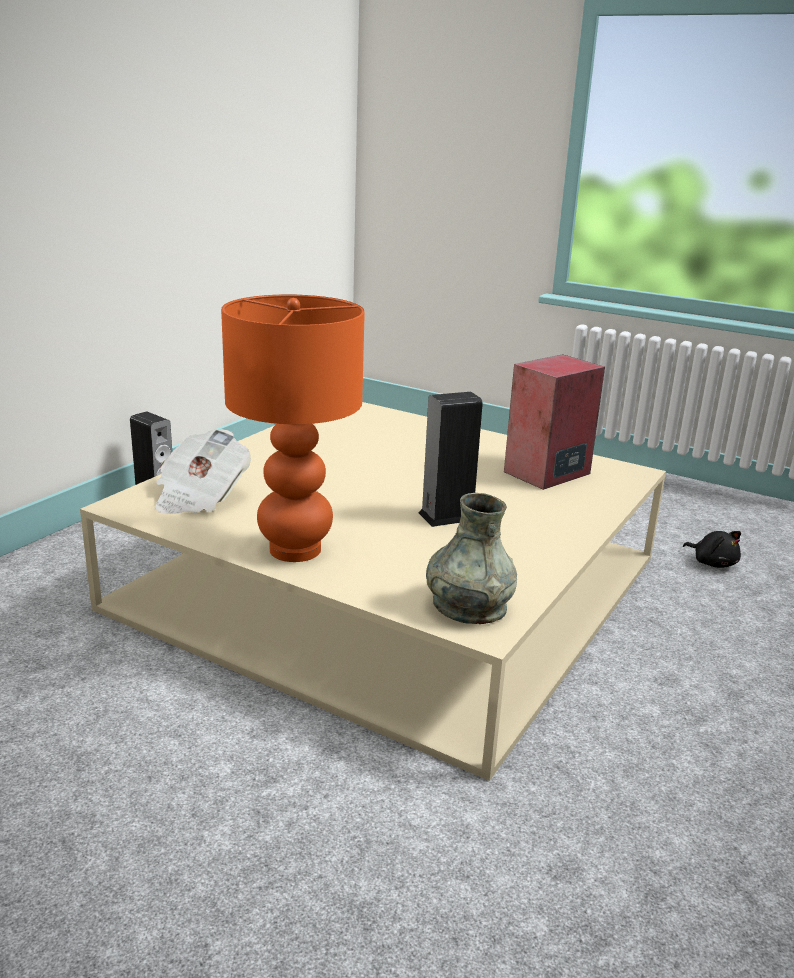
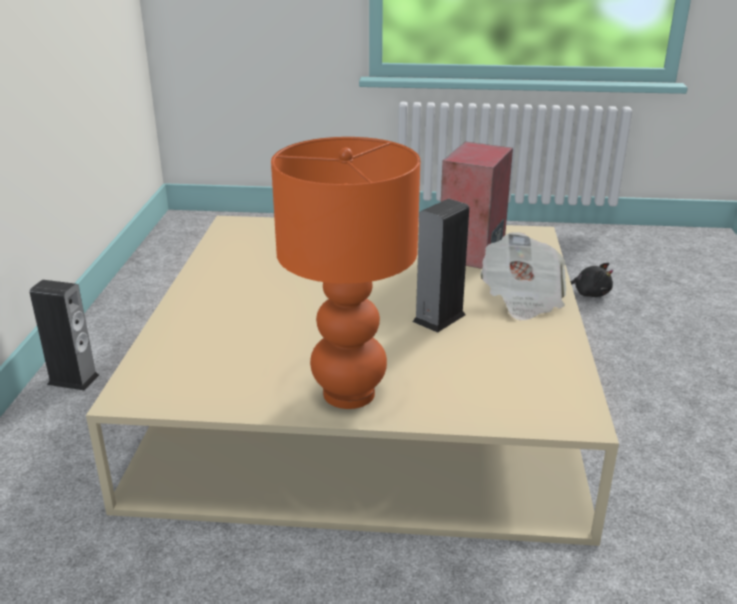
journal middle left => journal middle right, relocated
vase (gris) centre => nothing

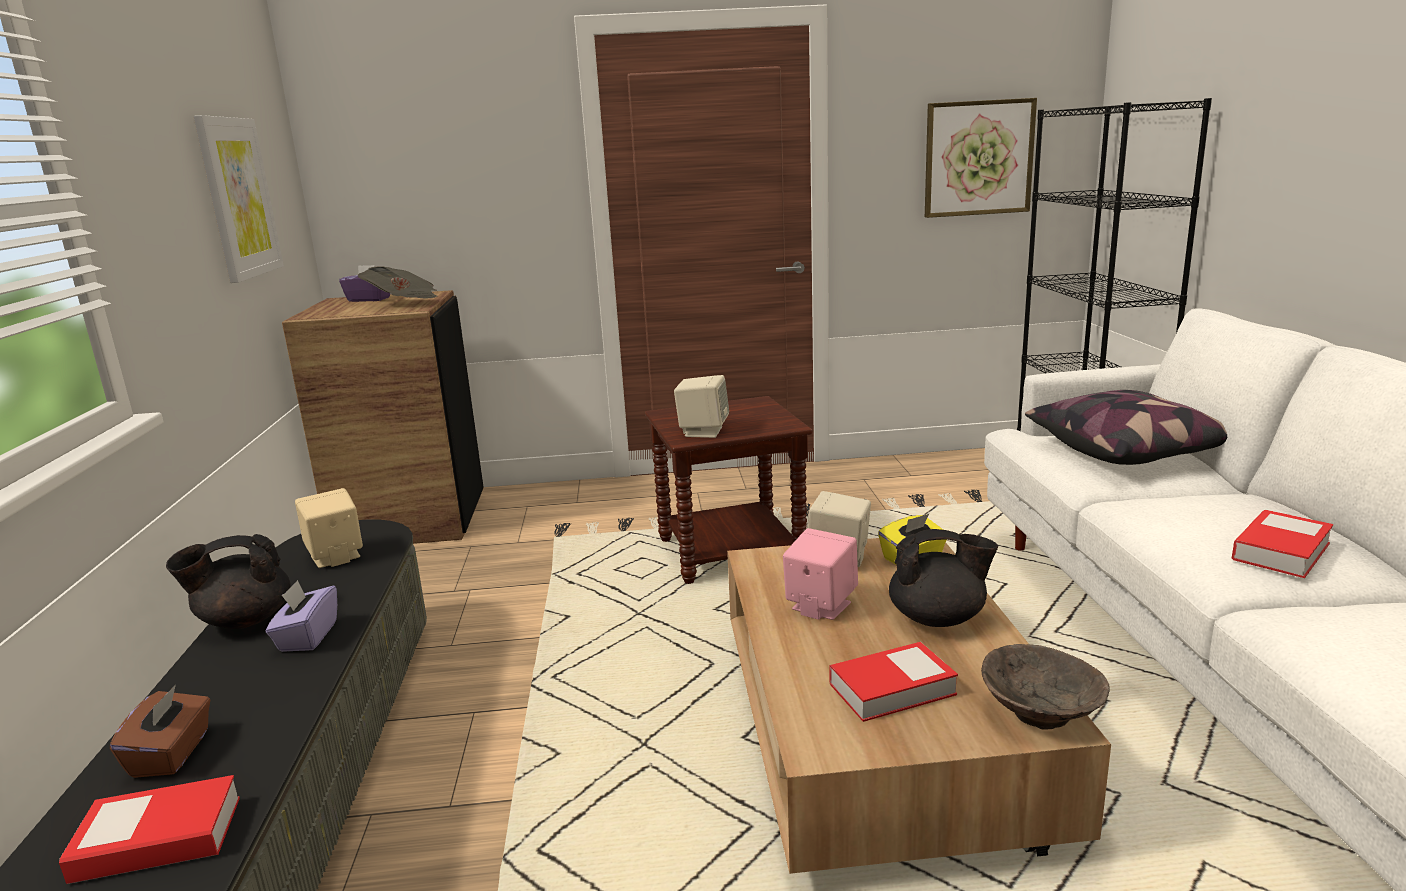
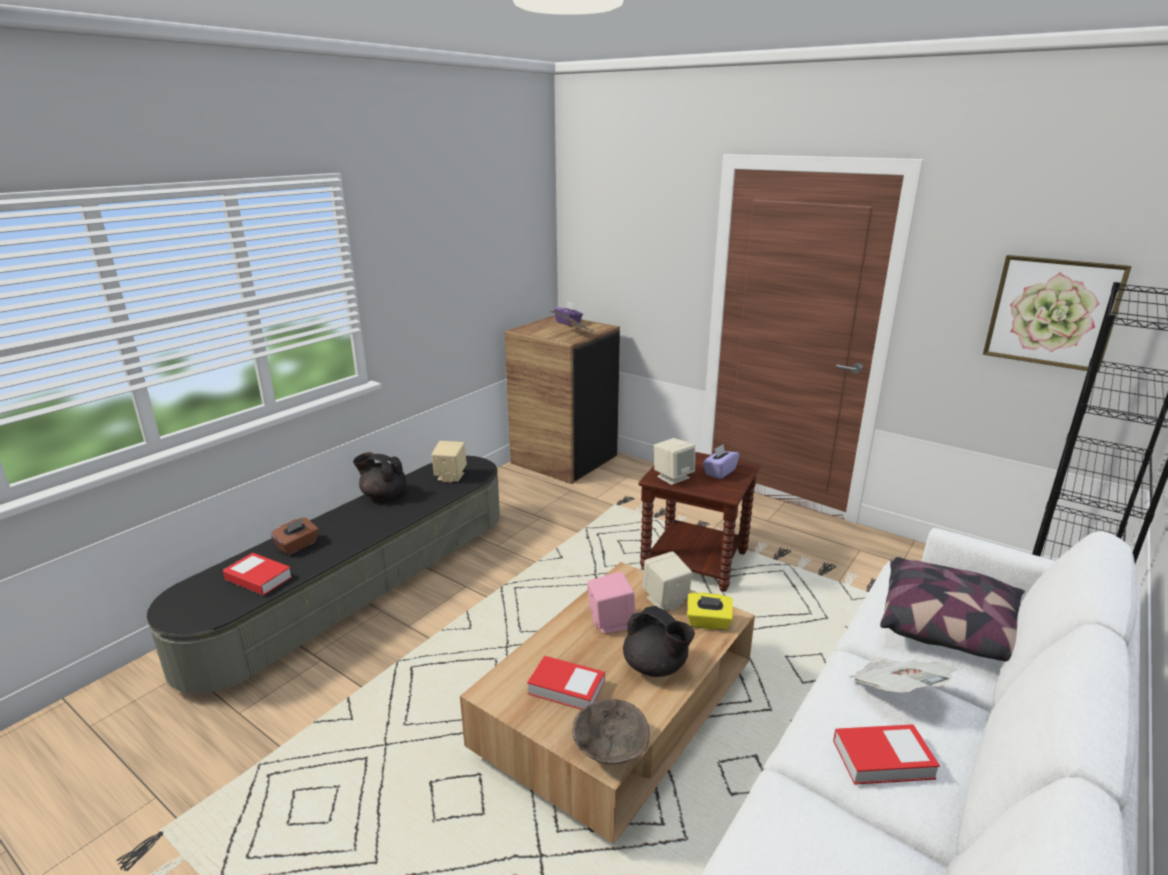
boîte à mouchoirs (violet) (no. 1 from left in the first image) bottom left => boîte à mouchoirs (violet) (no. 2 from left) centre, relocated
nothing => journal (no. 2 from left) bottom right
tableau (no. 1 from left) top left => nothing

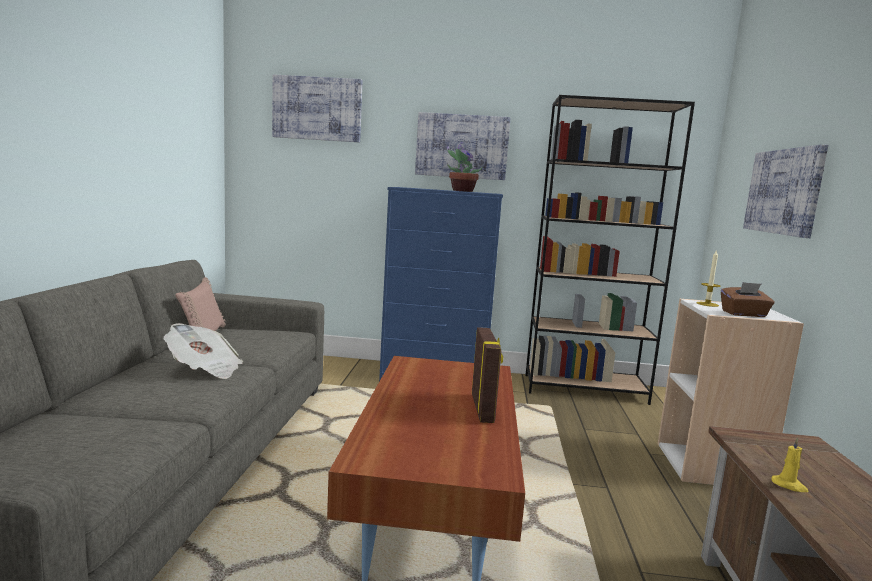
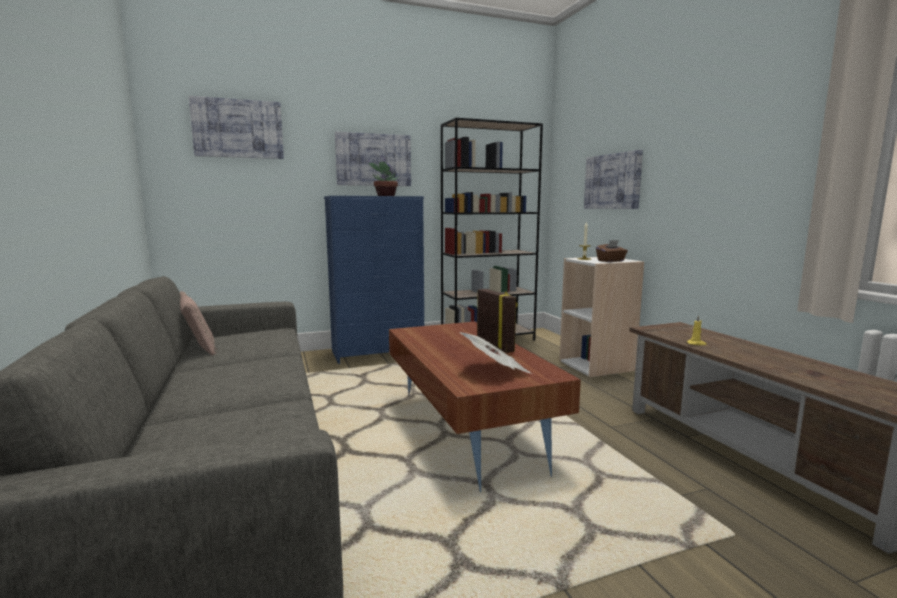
journal middle left => journal centre, relocated

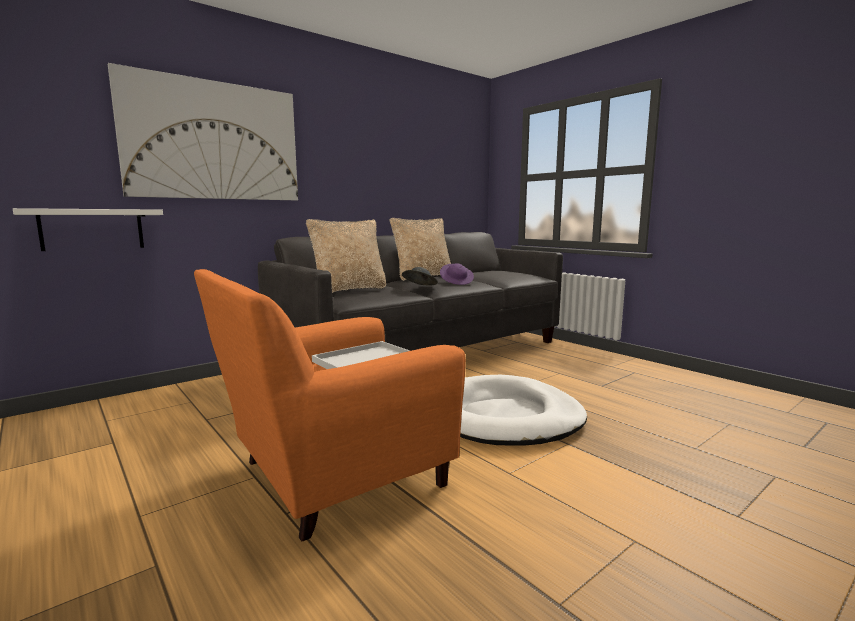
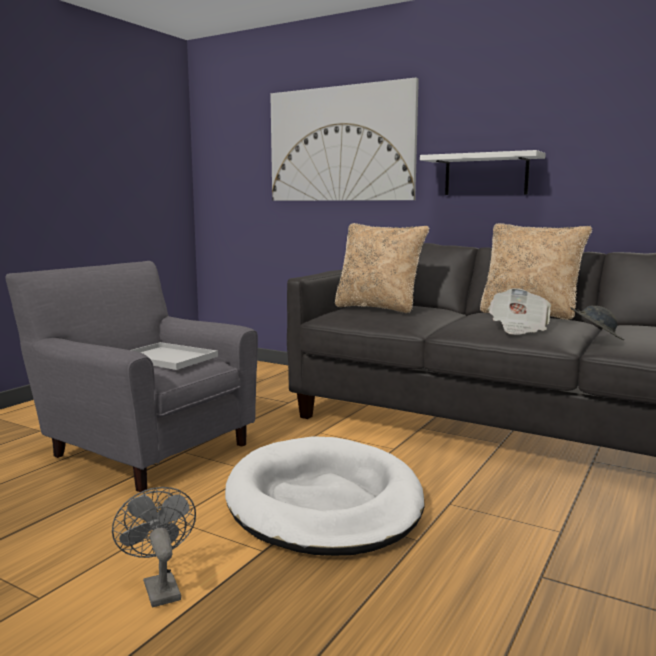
fauteuil (orange) centre => fauteuil (gris) middle left
nothing => ventilateur (gris) bottom left
étagère (blanc) middle left => étagère (blanc) top right, relocated
chapeau (violet) centre => journal middle right
chapeau (gris) centre => chapeau (gris) middle right, relocated

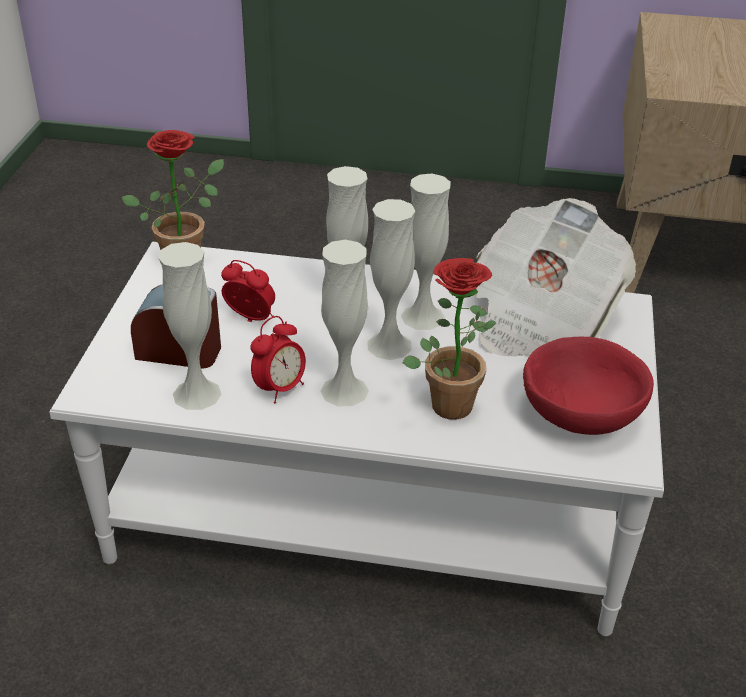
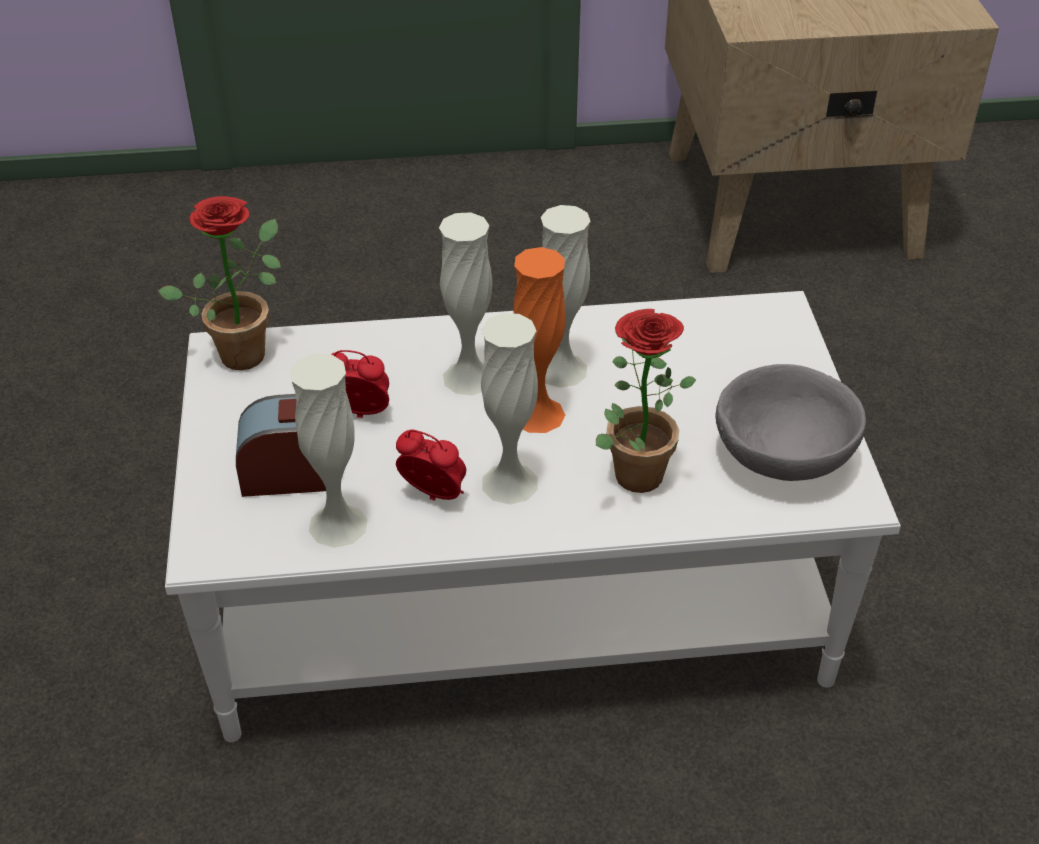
réveil (no. 3 from left) centre, 90 degrees counterclockwise
vase (blanc) (no. 4 from left) centre => vase (orange) centre
bol (rouge) middle right => bol (gris) middle right
journal middle right => nothing

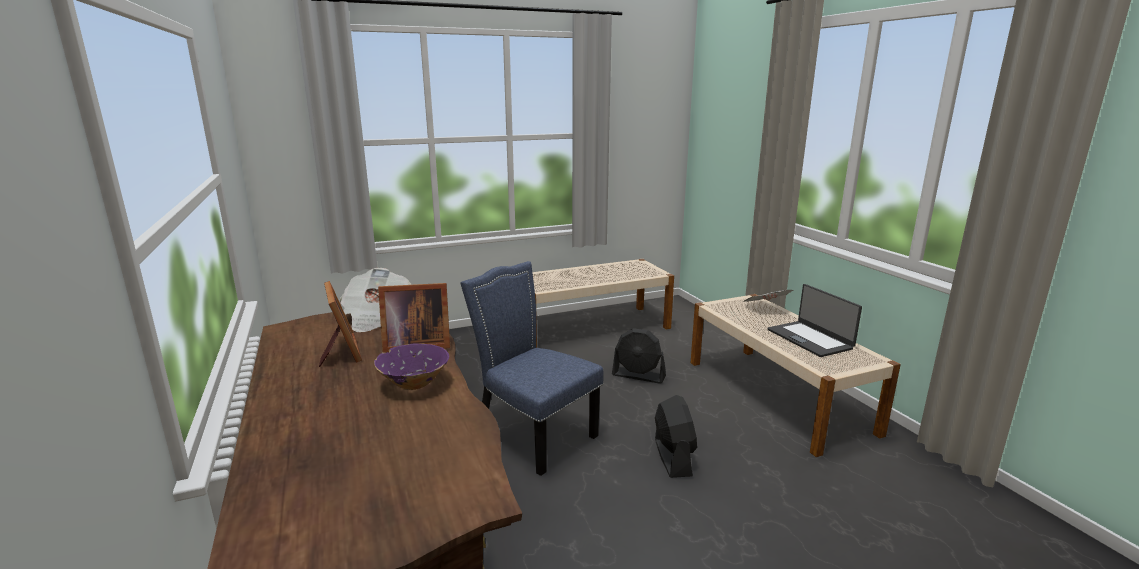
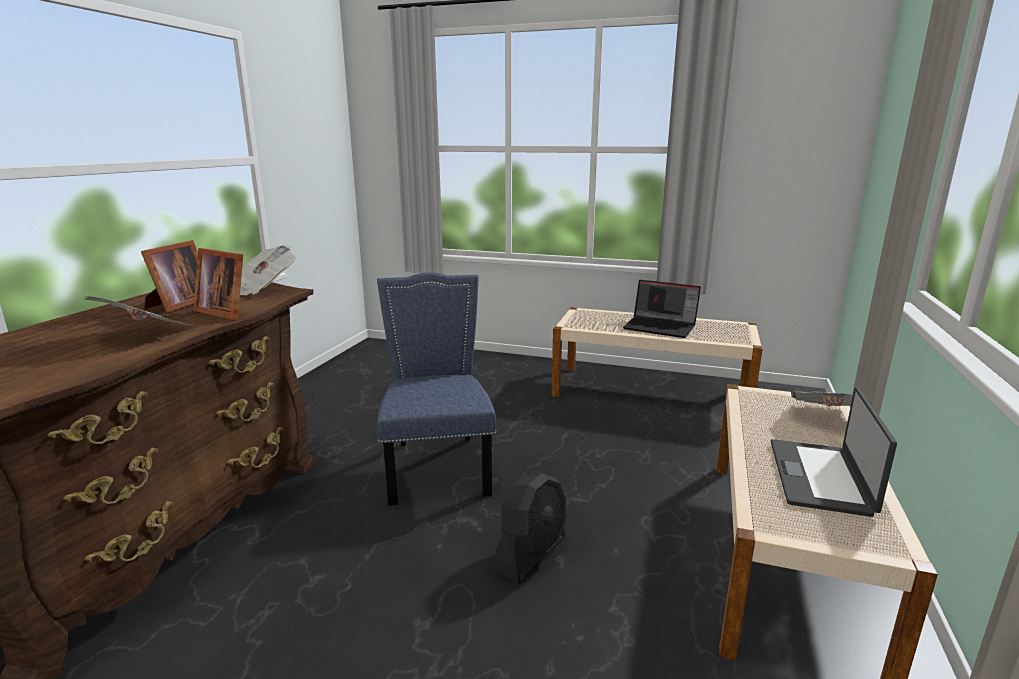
bol (violet) centre => journal (no. 1 from left) middle left
nothing => ordinateur portable (no. 1 from left) centre
ventilateur (noir) (no. 1 from left) centre => nothing

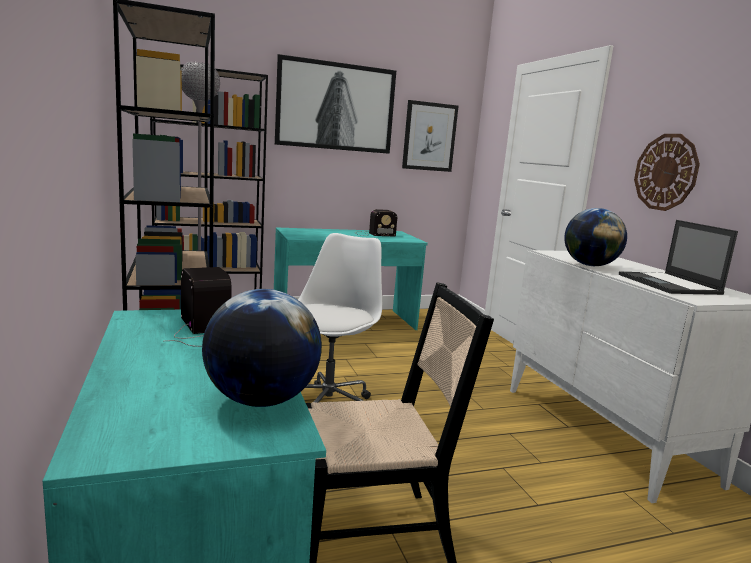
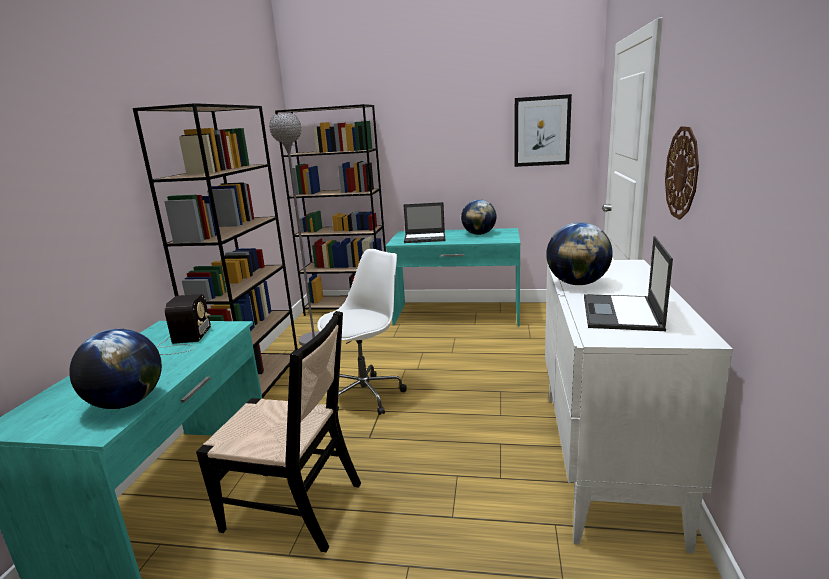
nothing => ordinateur portable (no. 1 from left) centre
radio (no. 2 from left) centre => globe (no. 2 from left) centre
tableau (no. 1 from left) top centre => nothing

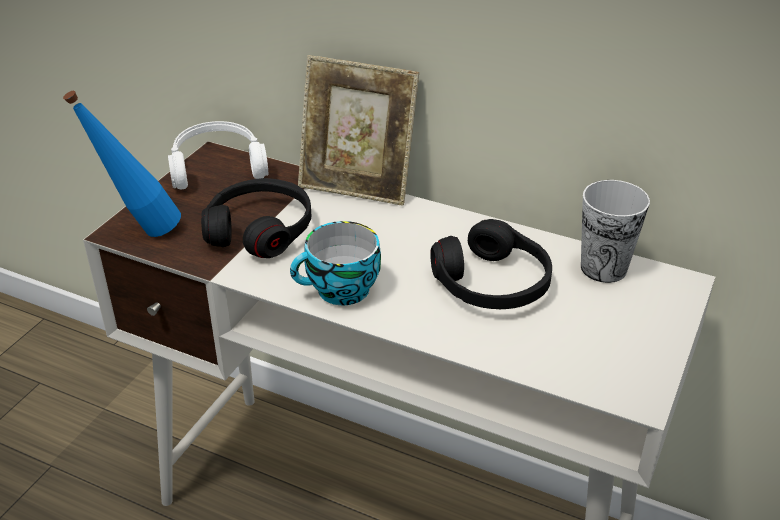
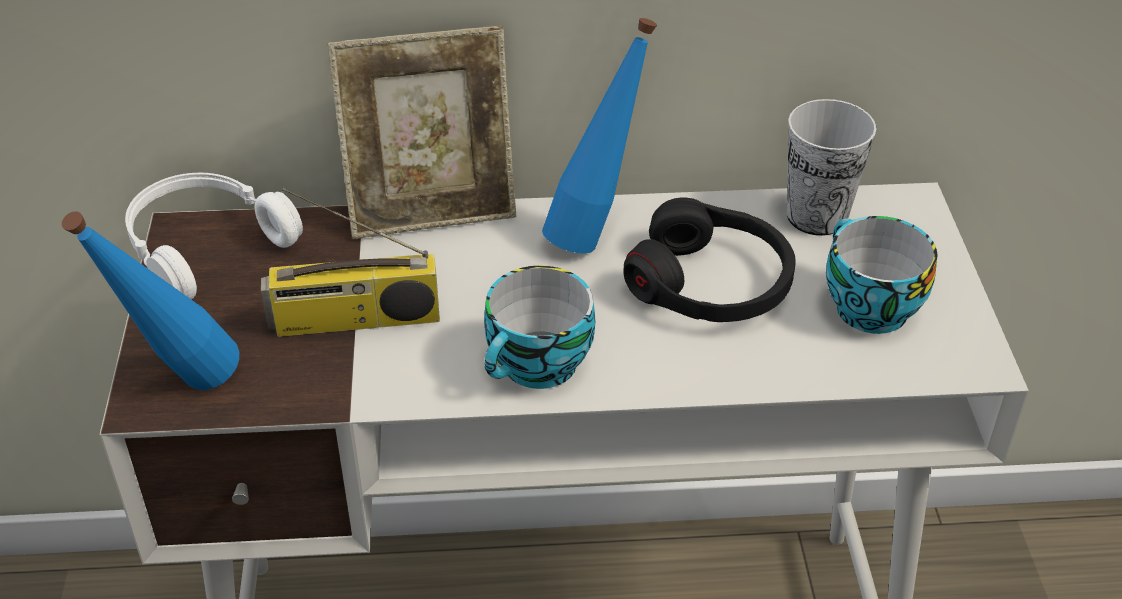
casque audio (noir) (no. 1 from left) middle left => radio middle left
nothing => bouteille (bleu) (no. 2 from left) top centre
nothing => tasse (no. 3 from left) middle right

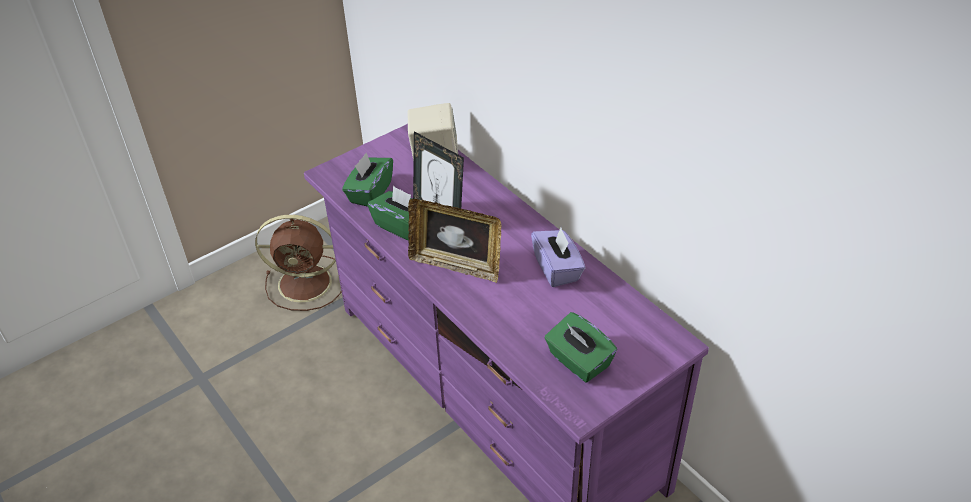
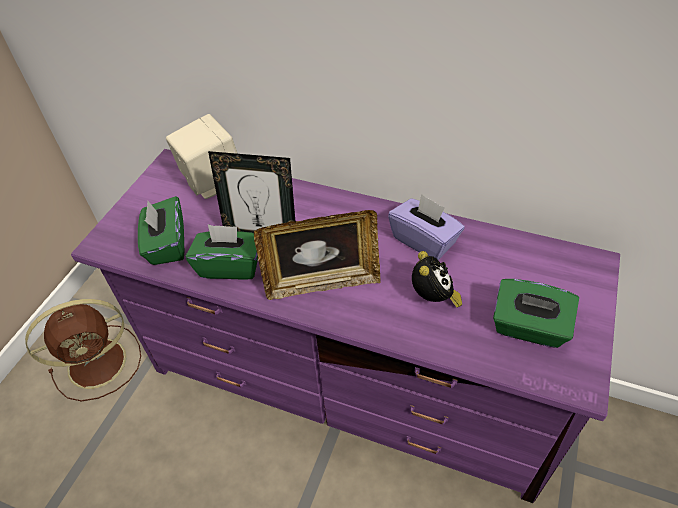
nothing => réveil centre

